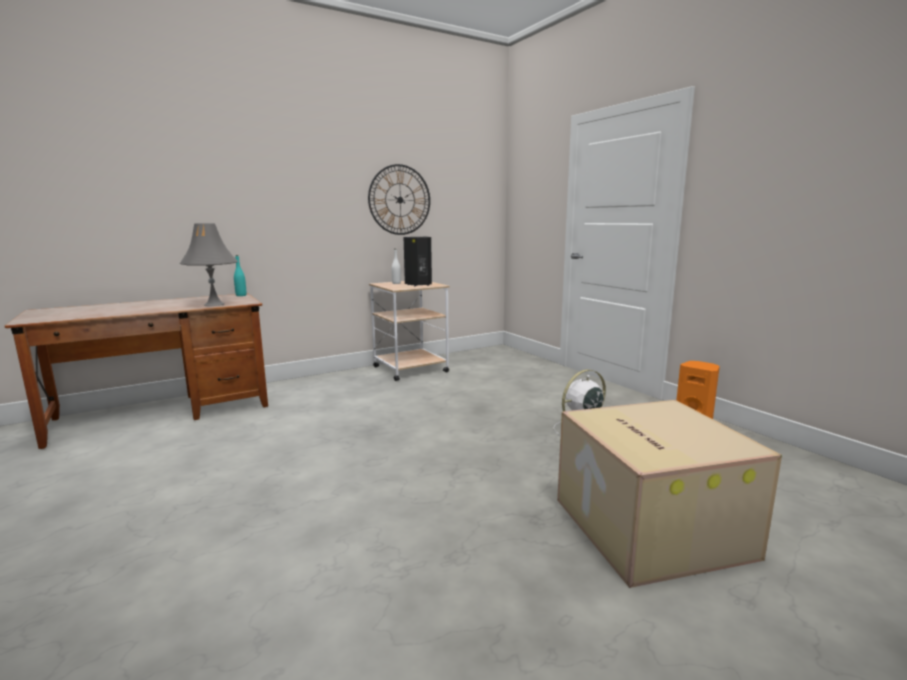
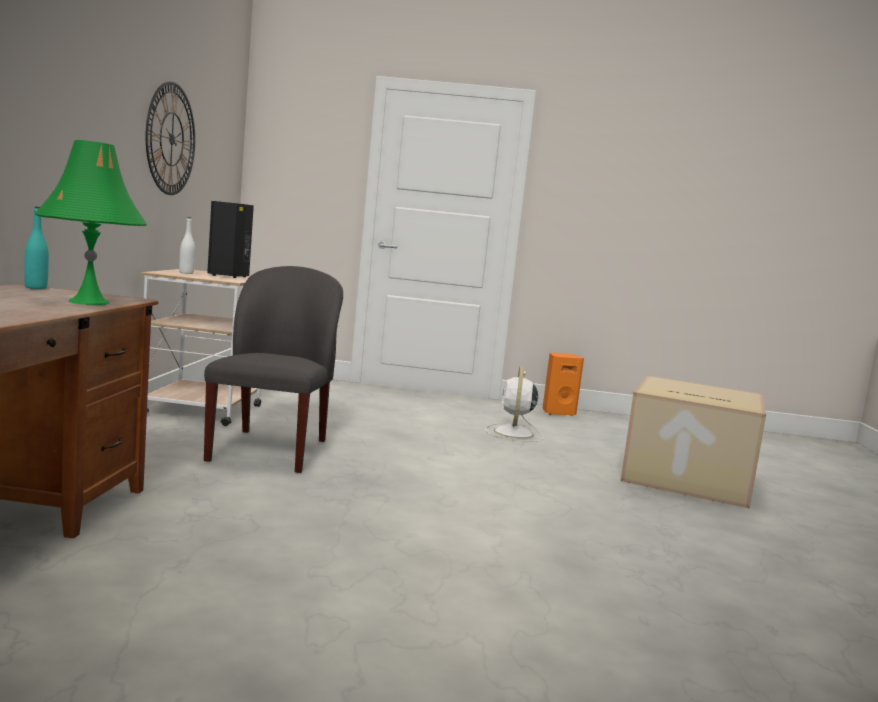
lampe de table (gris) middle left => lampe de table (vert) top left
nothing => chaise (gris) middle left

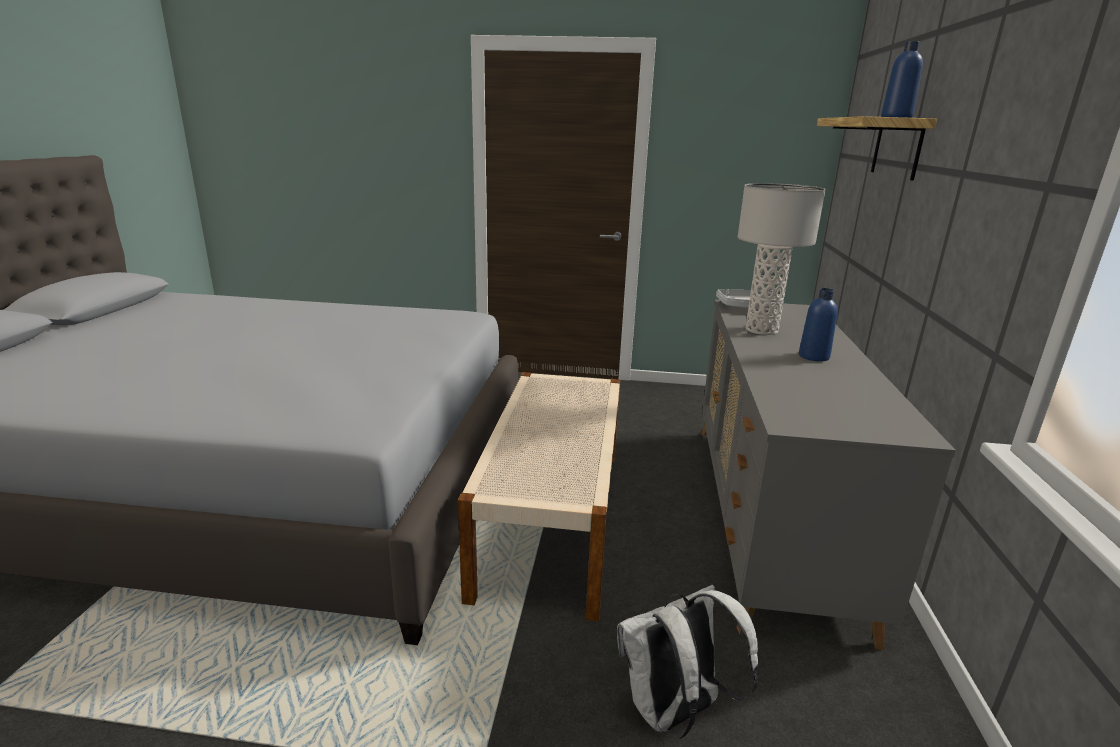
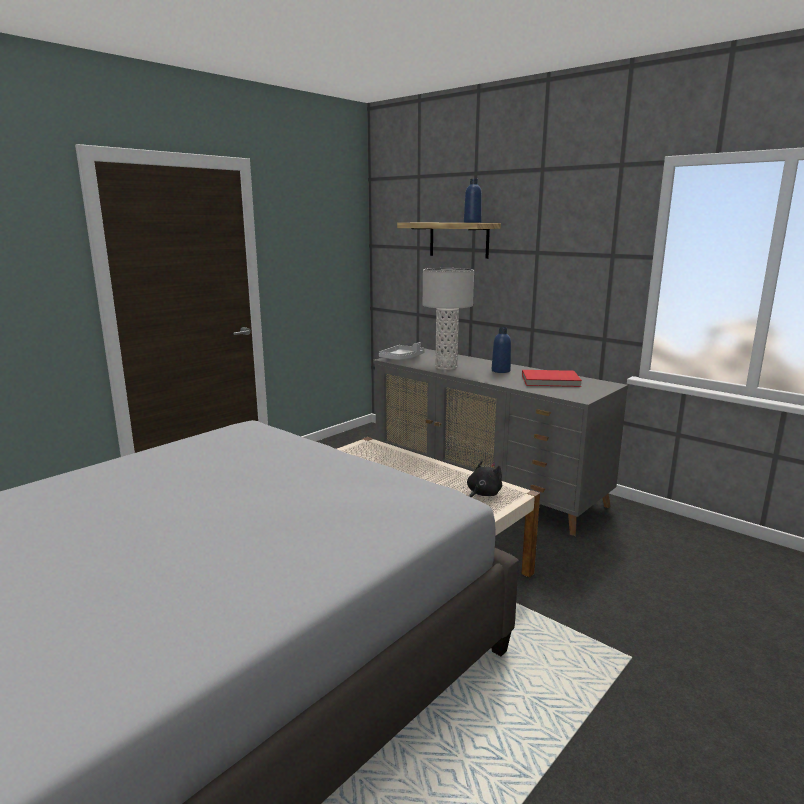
nothing => peluche (noir) centre
nothing => livre (rouge) middle right
sac à dos (blanc) bottom centre => nothing

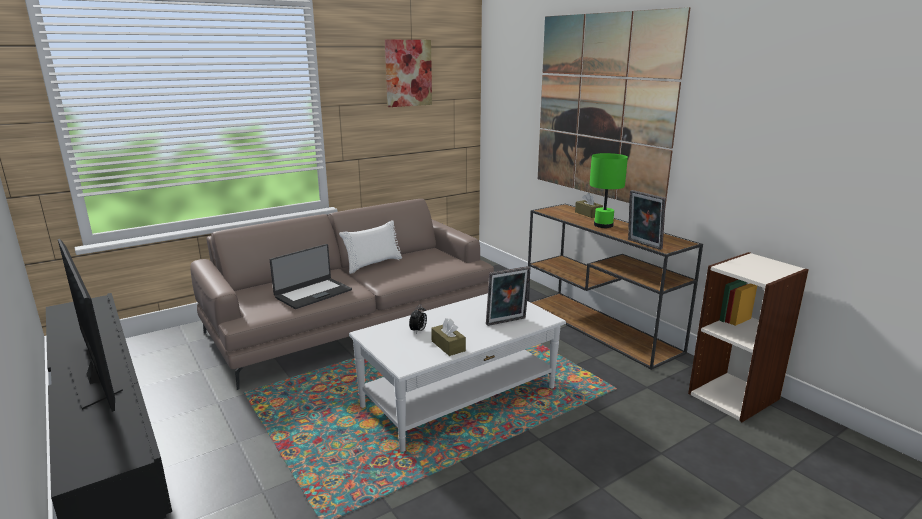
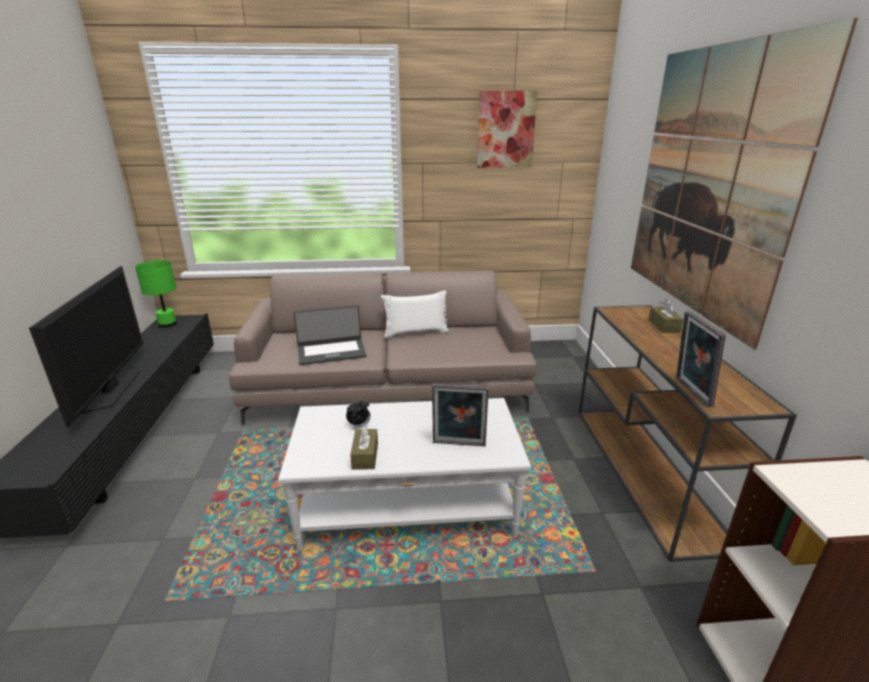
lampe de table (vert) centre => lampe de table (vert) middle left, relocated

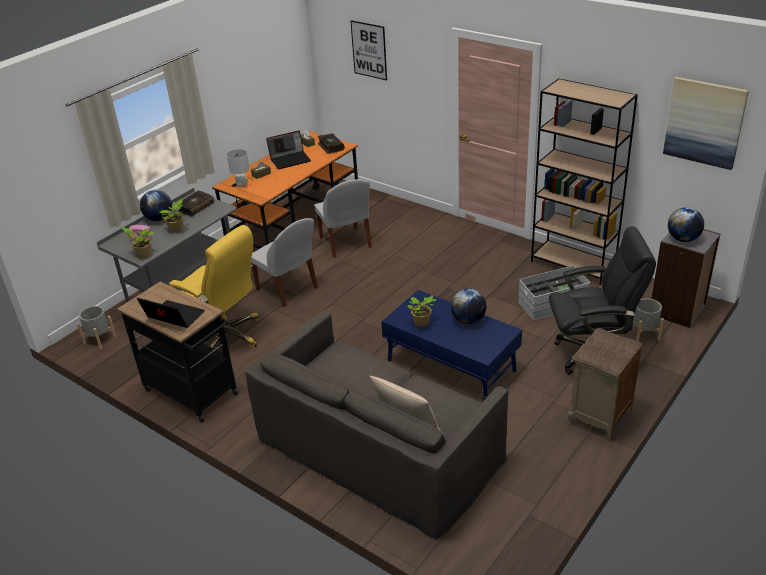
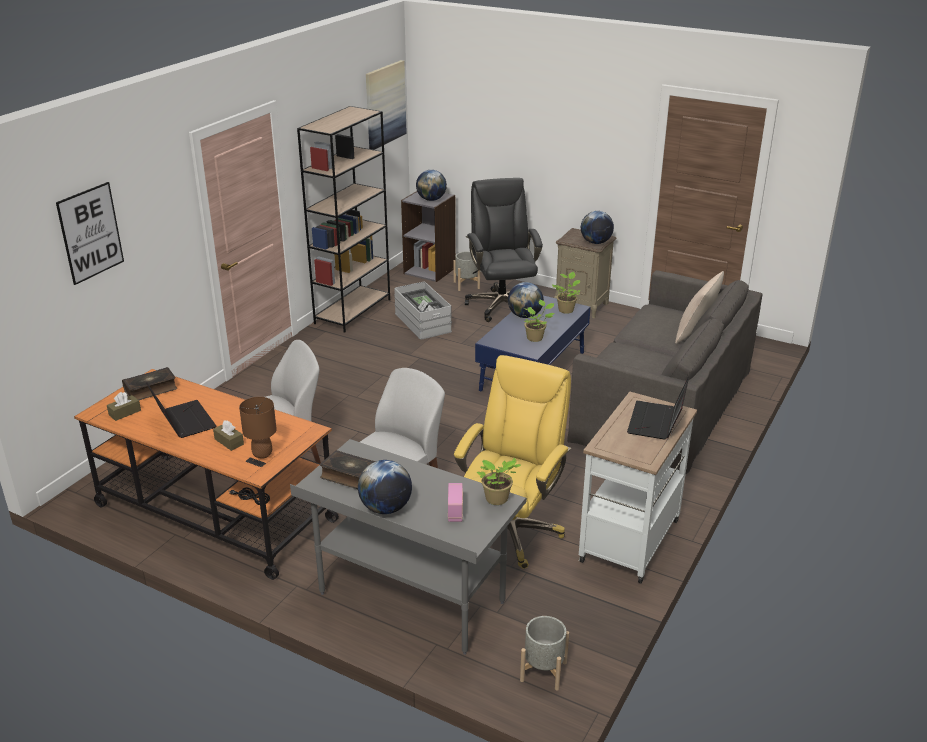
lampe de table (gris) top left => lampe de table (marron) middle left
plante en pot (no. 2 from left in the first image) middle left => plante en pot (no. 3 from left) centre, relocated
chariot (noir) middle left => chariot (blanc) middle right
nothing => globe (no. 4 from left) top centre

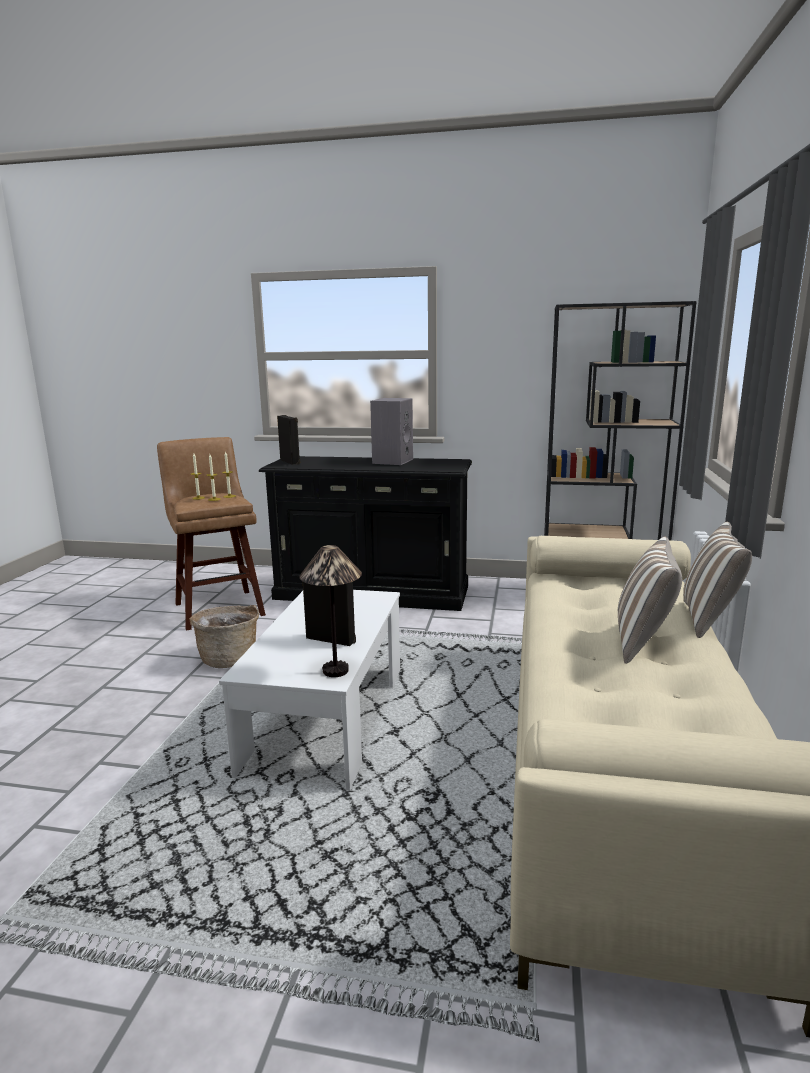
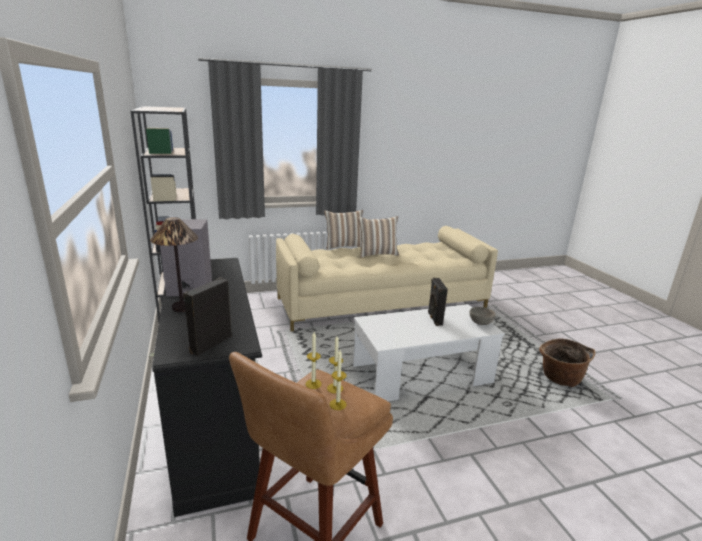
lampe de table centre => lampe de table middle left, relocated
nothing => bol (gris) middle right
panier middle left => panier bottom right, relocated

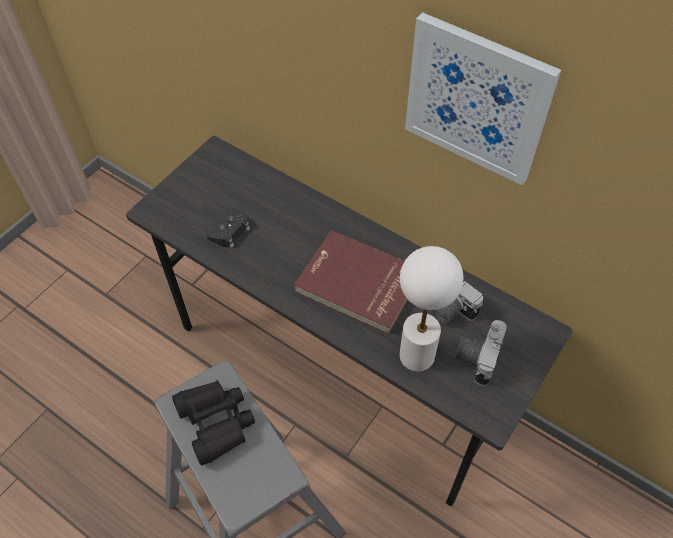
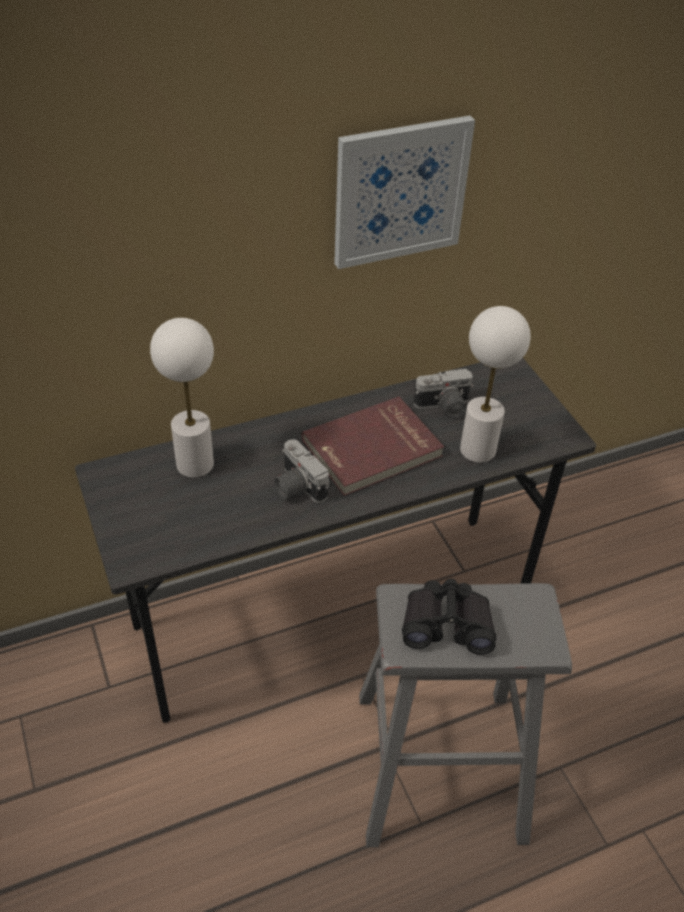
nothing => lampe de table (blanc) (no. 1 from left) middle left
appareil photo (no. 2 from left in the first image) middle right => appareil photo (no. 1 from left) centre, relocated
manette (noir) centre => nothing

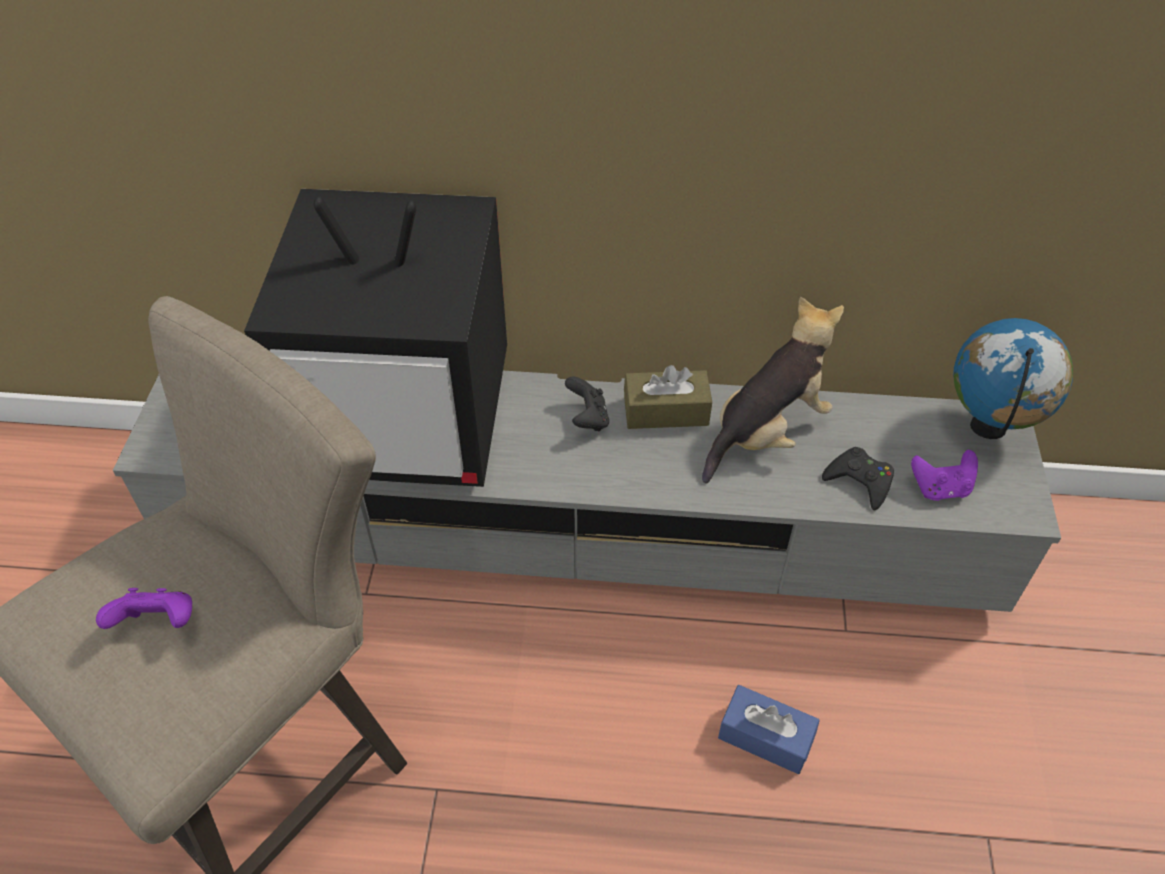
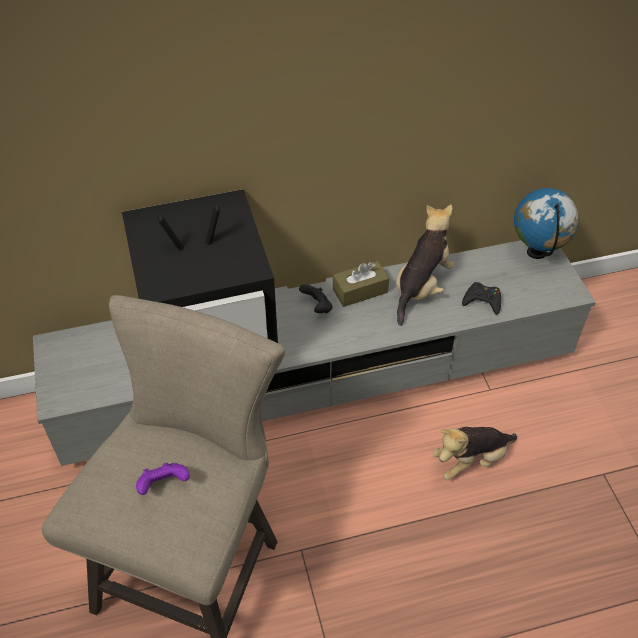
boîte à mouchoirs (bleu) bottom centre => peluche (no. 2 from left) bottom right
manette (violet) (no. 2 from left) middle right => nothing

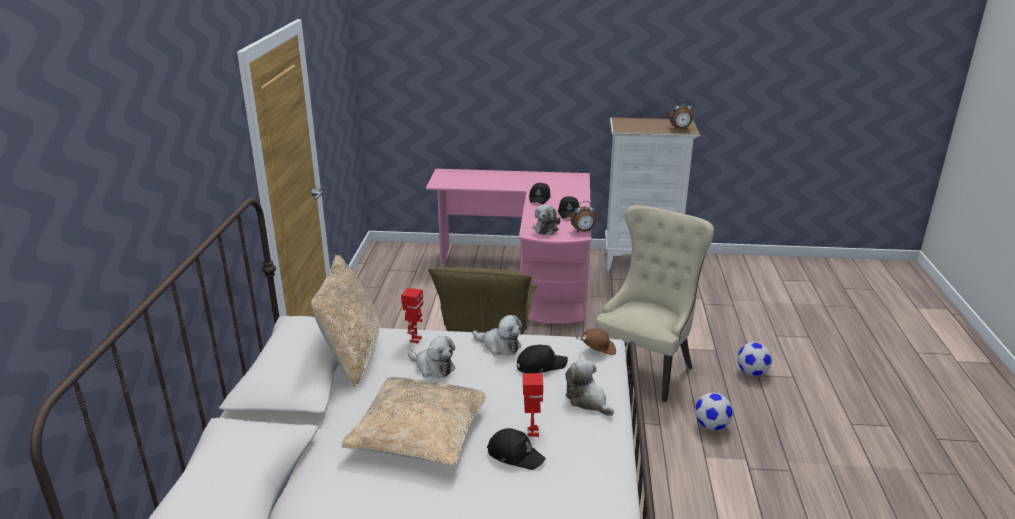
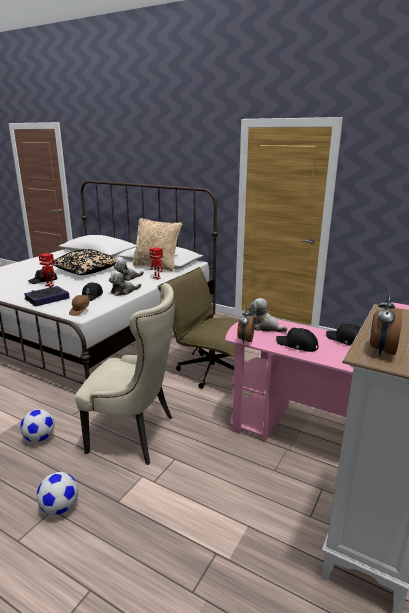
peluche (no. 4 from left) bottom centre => livre middle left
coussin (beige) (no. 2 from left) bottom centre => coussin (noir) middle left
chaise (beige) centre => chaise (beige) middle left, 45 degrees counterclockwise

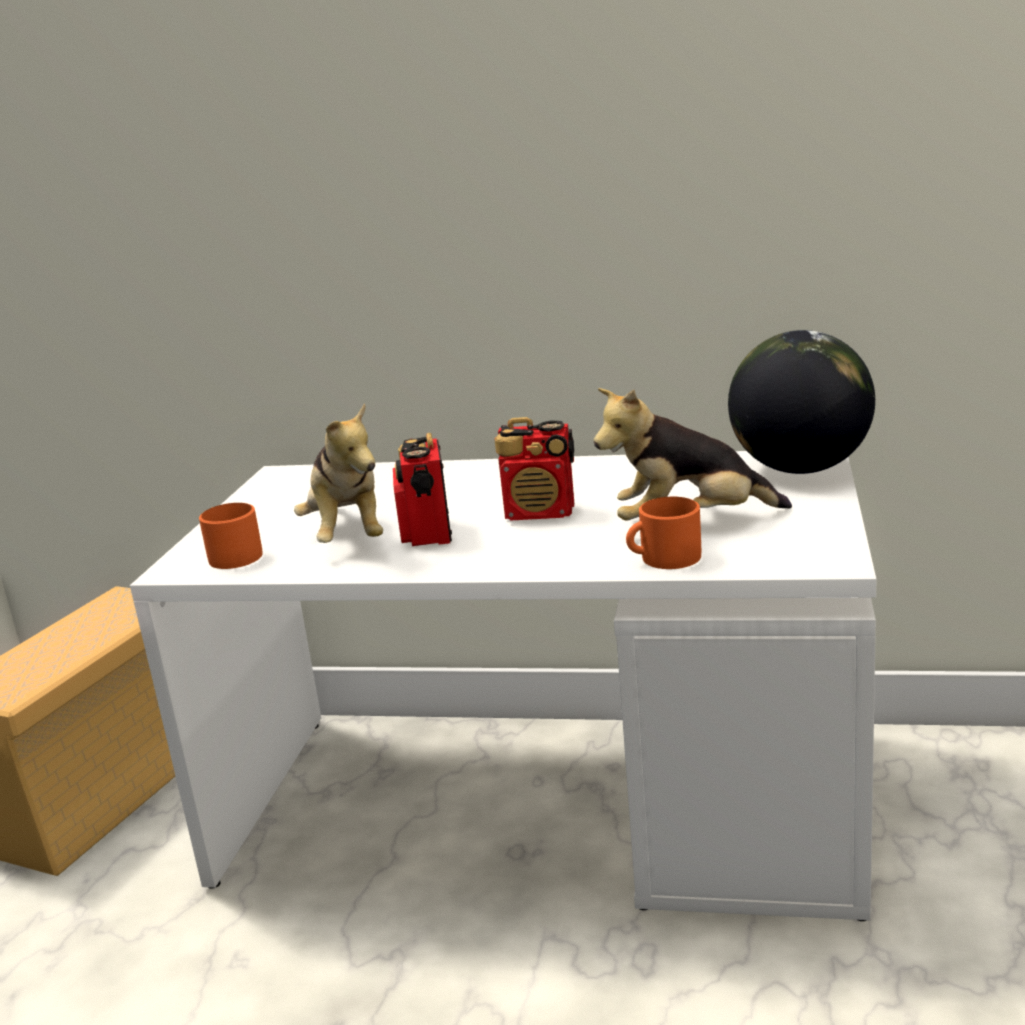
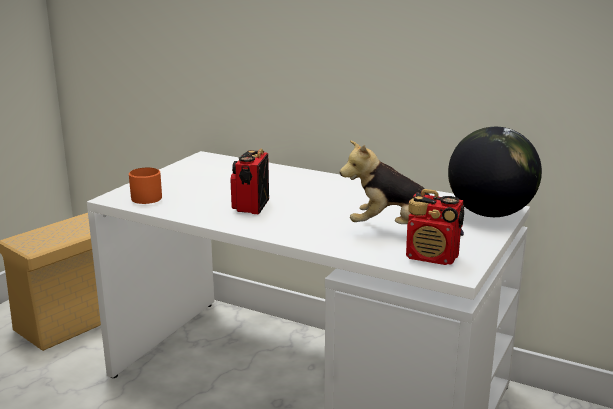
radio (no. 2 from left) centre => radio (no. 2 from left) middle right, relocated
peluche (no. 1 from left) middle left => nothing
mug (orange) (no. 2 from left) centre => nothing

